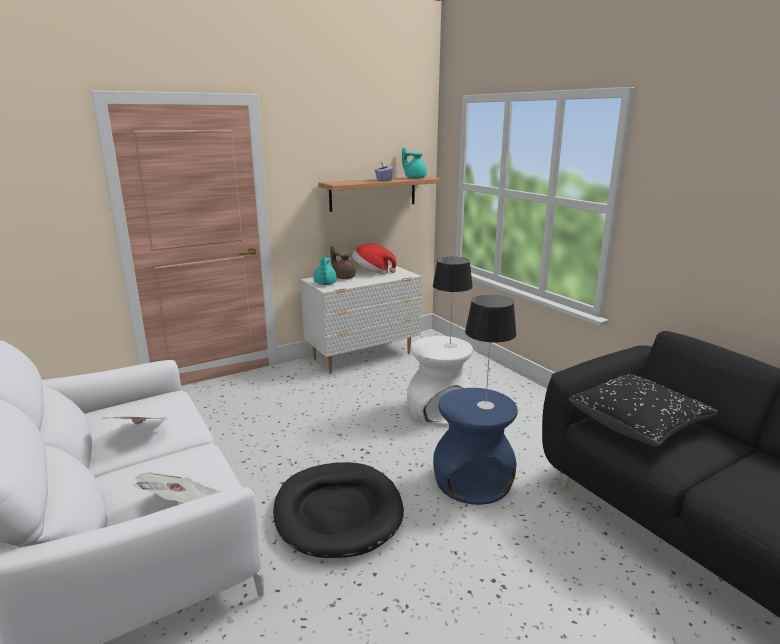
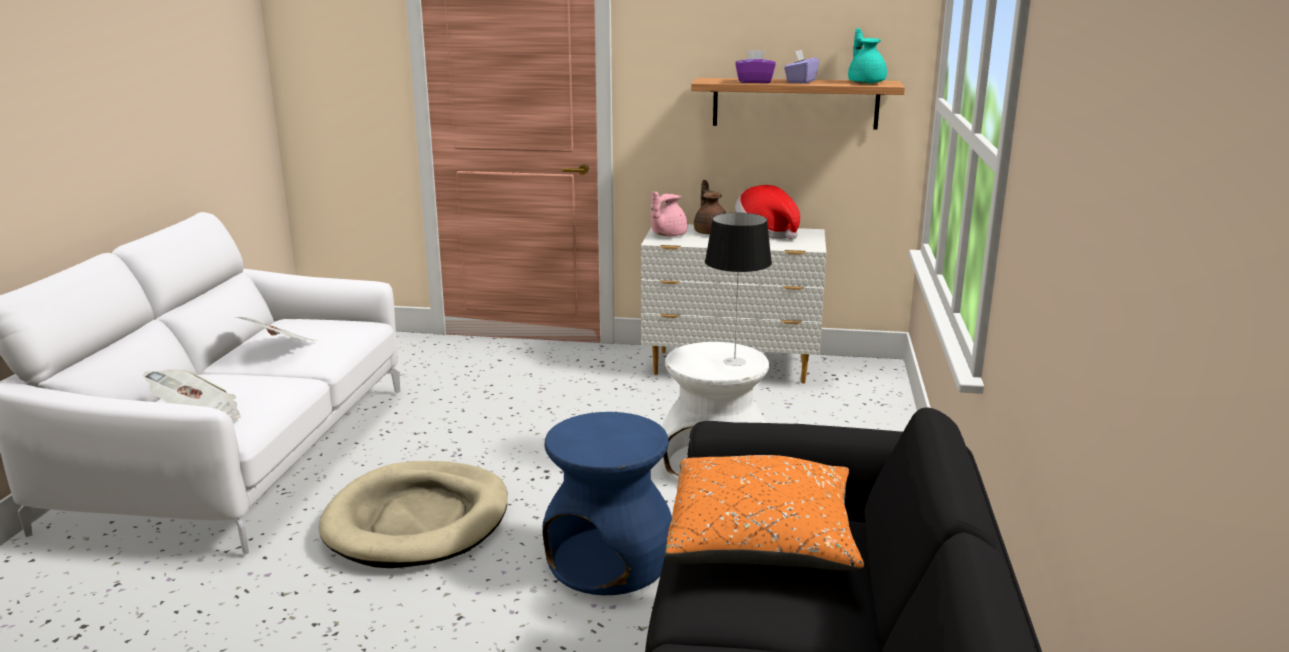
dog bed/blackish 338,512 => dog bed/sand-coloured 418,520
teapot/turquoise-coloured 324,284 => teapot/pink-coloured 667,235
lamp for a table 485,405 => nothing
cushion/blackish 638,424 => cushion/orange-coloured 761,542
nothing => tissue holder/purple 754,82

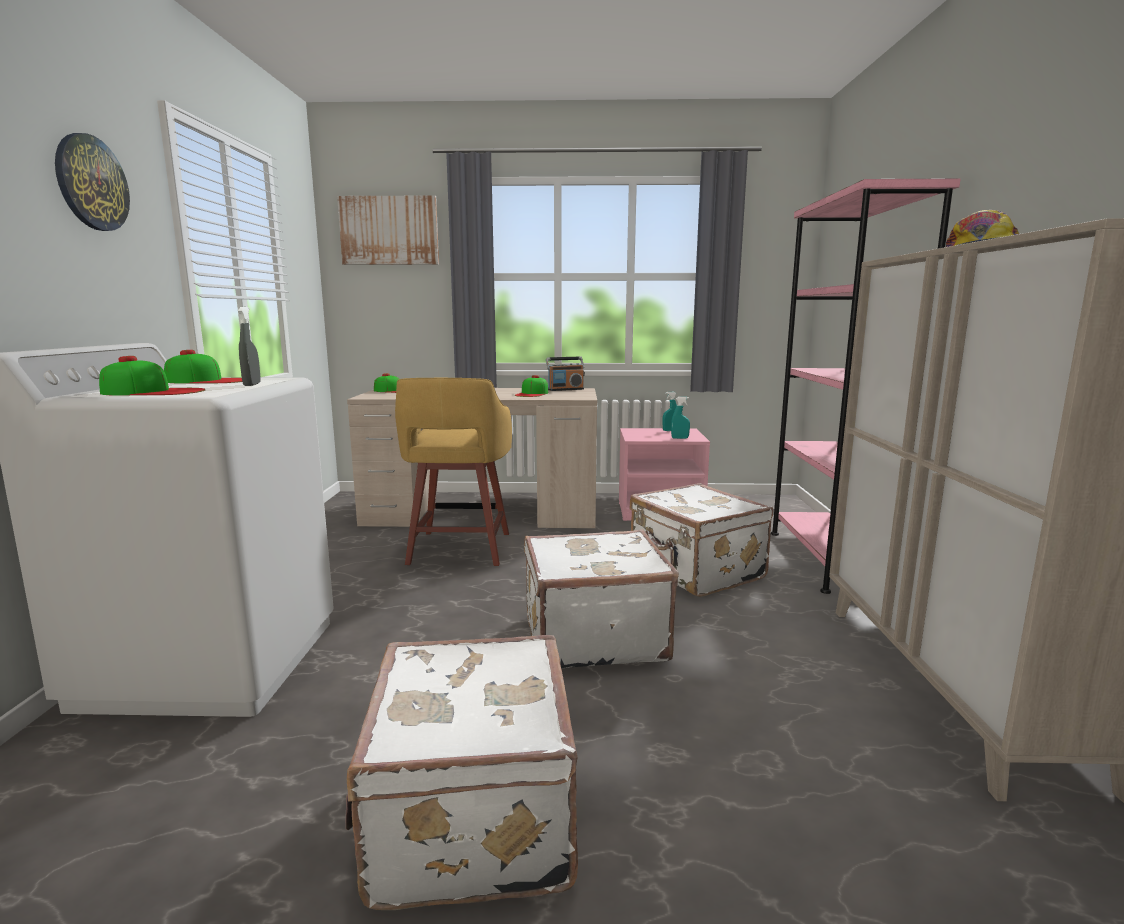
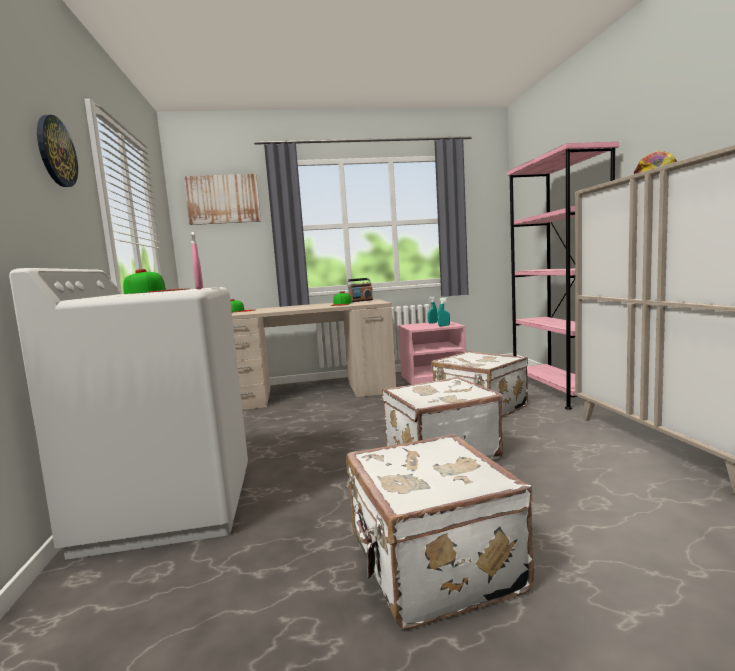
peaked cap 153,392 => nothing
hand sprayer/gray 252,384 => hand sprayer/pink-coloured 199,289
stool/yellow 458,550 => nothing

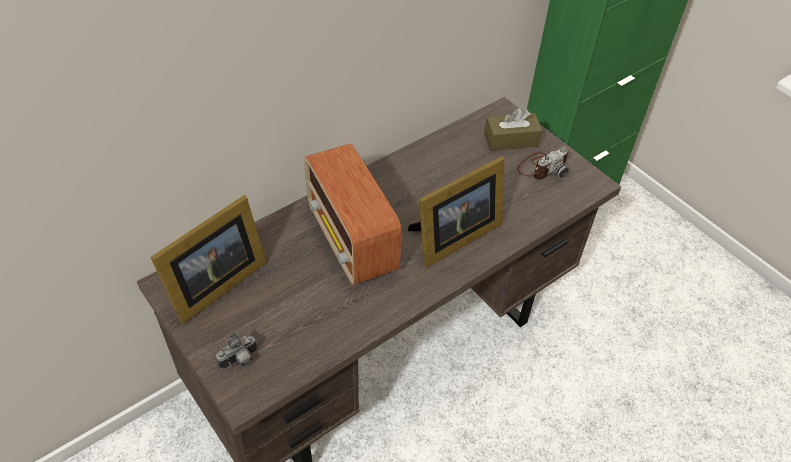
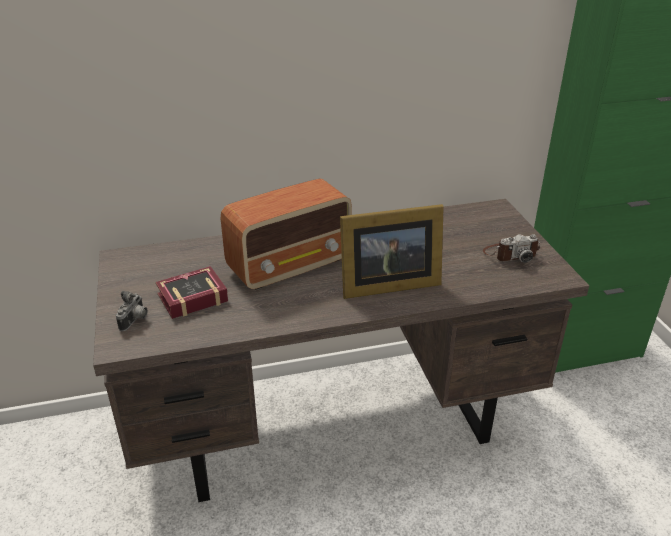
picture frame 213,286 => nothing
photo camera 240,361 => photo camera 135,321, 60 degrees counterclockwise
radio set 352,241 => radio set 291,265, 120 degrees counterclockwise
tissue holder/brownish 511,140 => nothing
nothing => bound book 189,298

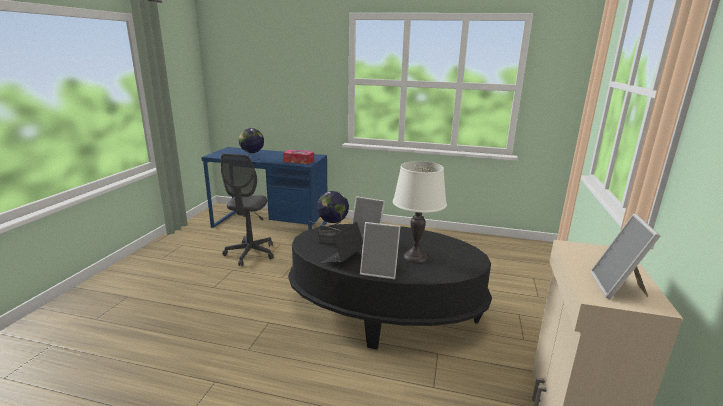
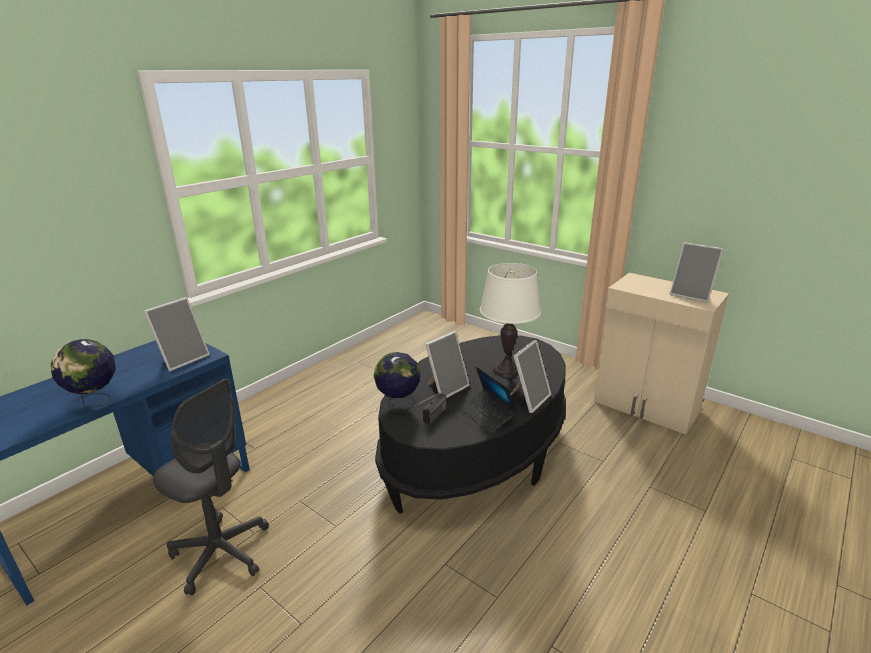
tissue holder 298,161 => picture frame 183,359

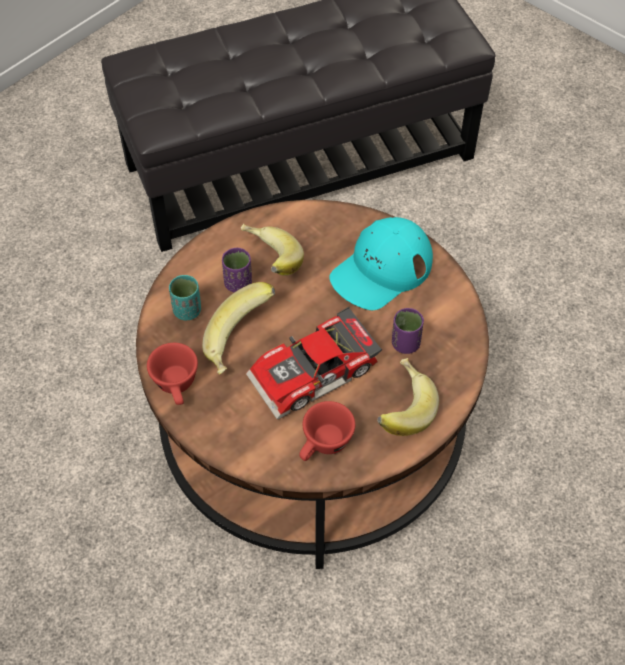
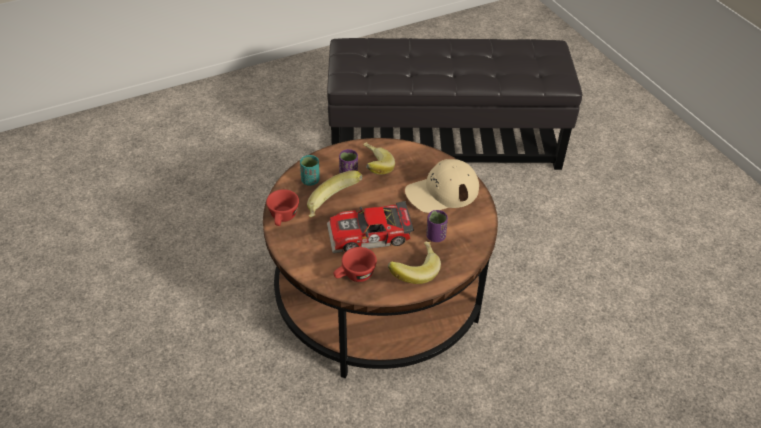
peaked cap/turquoise-coloured 381,269 => peaked cap/sand-coloured 442,192

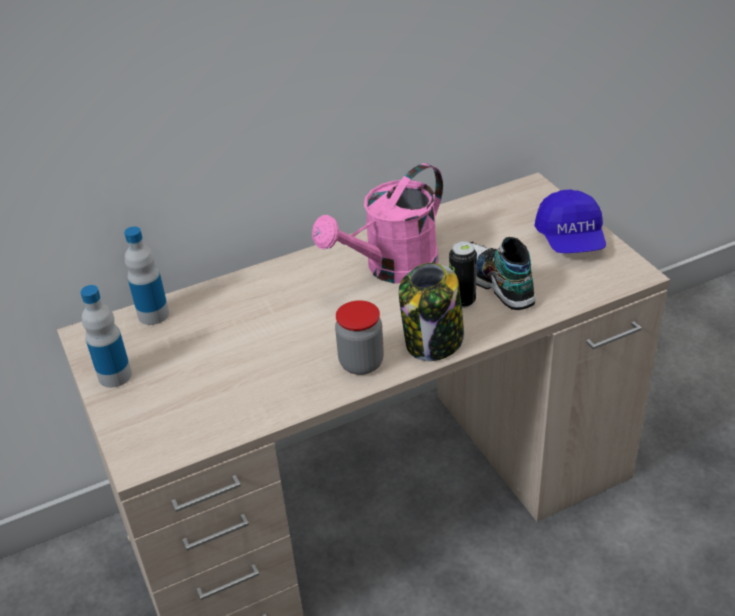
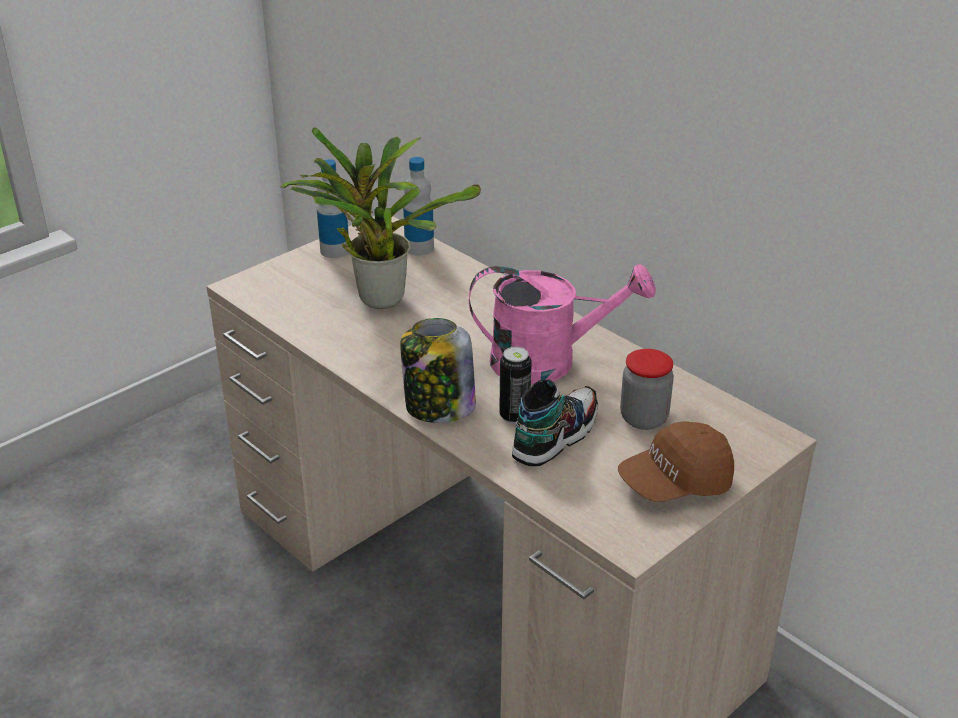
sprinkling can/pink-coloured 392,269 => sprinkling can/pink-coloured 549,361, 150 degrees clockwise
preserve jar 361,363 => preserve jar 643,418, move
peaked cap/bluish 570,239 => peaked cap/brownish 675,483
nothing => potted plant 377,296

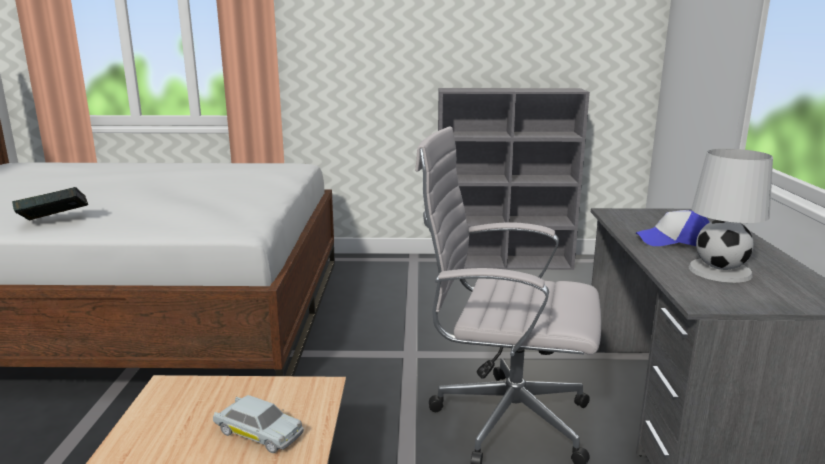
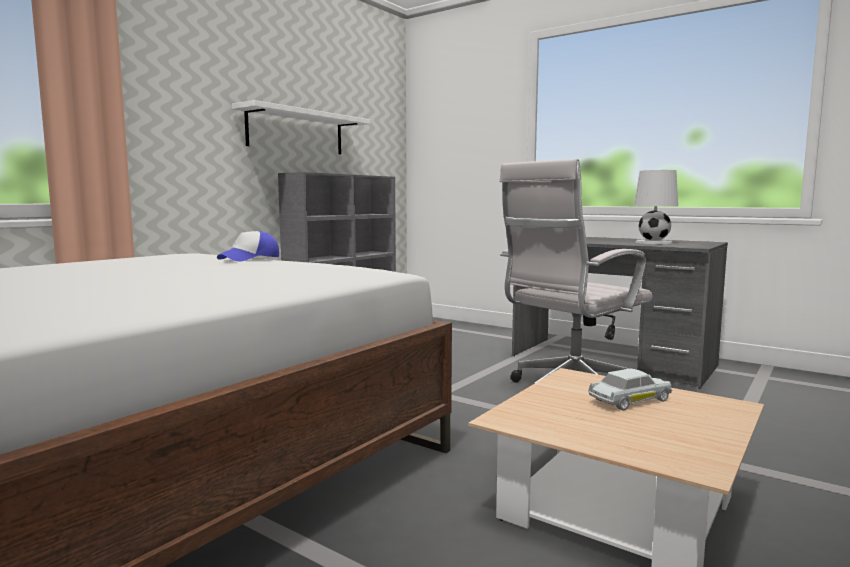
bound book 54,221 => nothing
peaked cap 674,241 => peaked cap 250,258, move
nothing => shelf/white 296,132

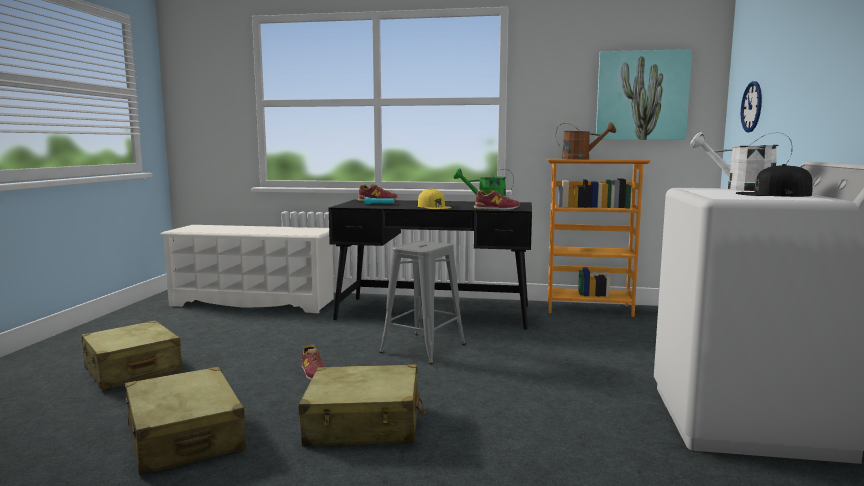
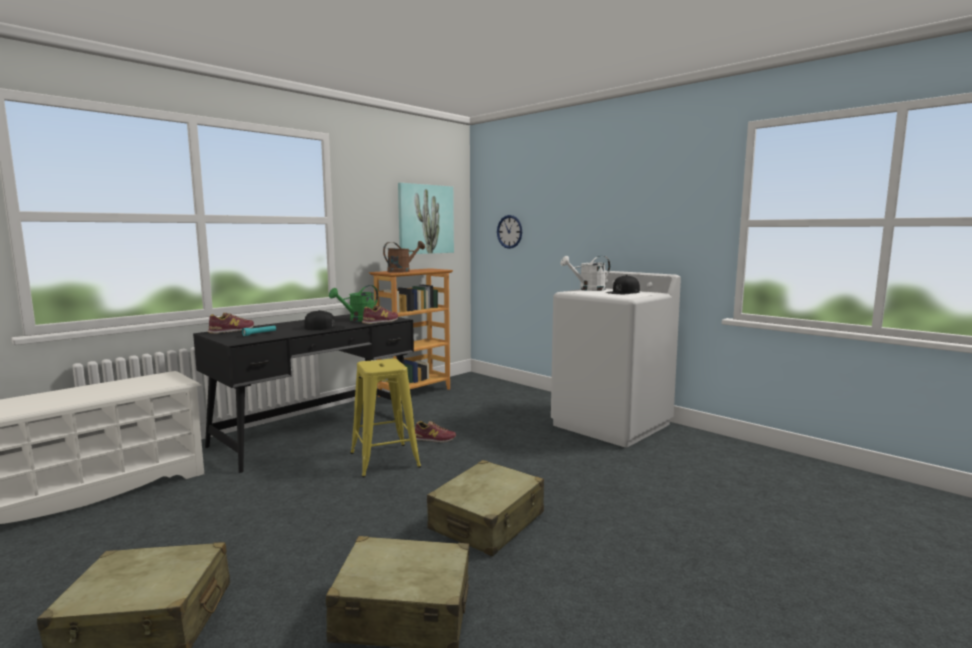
low shoe 314,372 => low shoe 434,439, move
stool/gray 423,348 => stool/yellow 384,460
peaked cap/yellow 434,206 => peaked cap/blackish 324,328

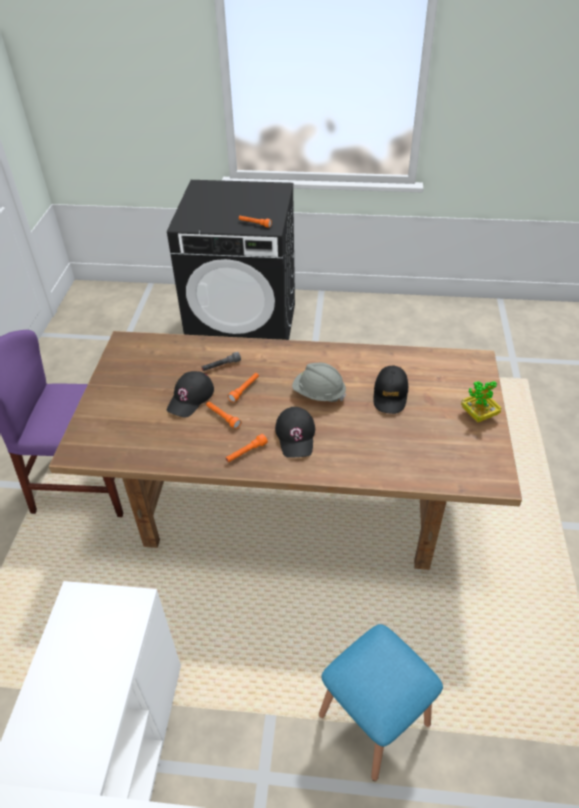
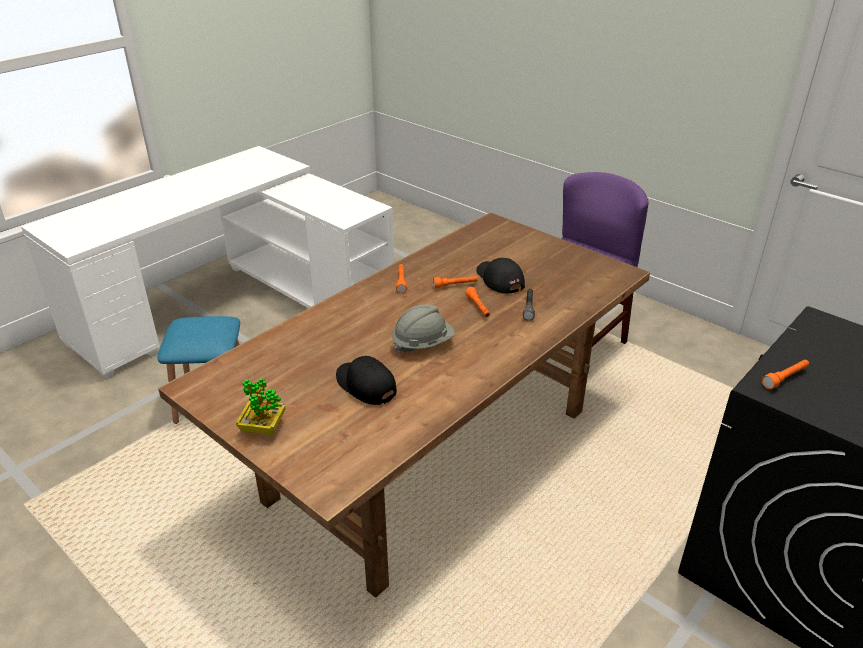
peaked cap/blackish 296,436 => nothing

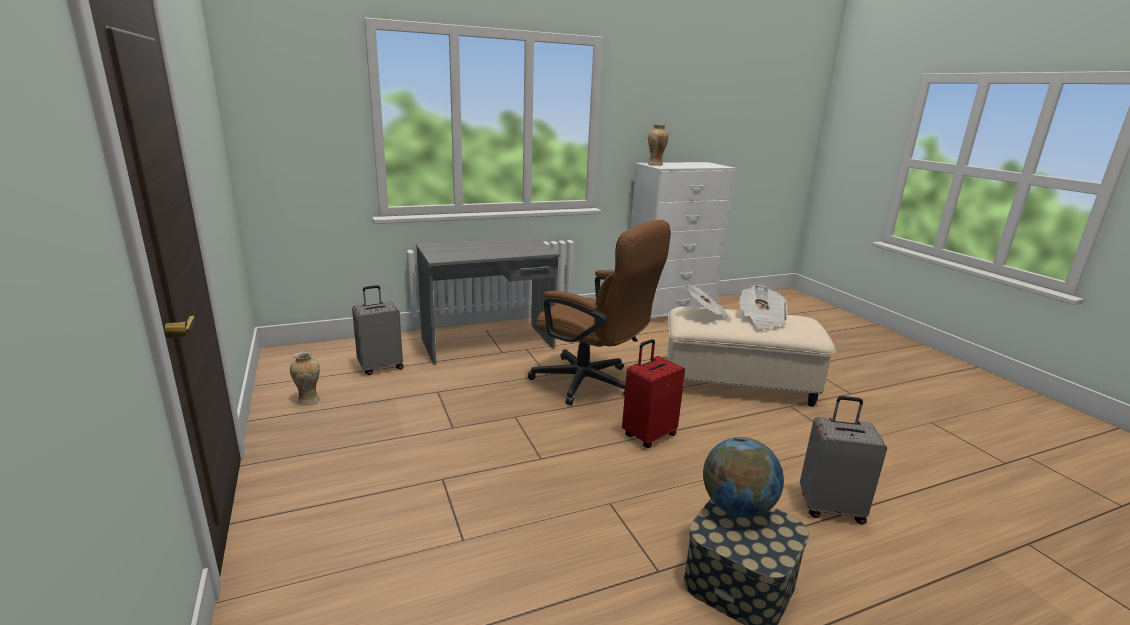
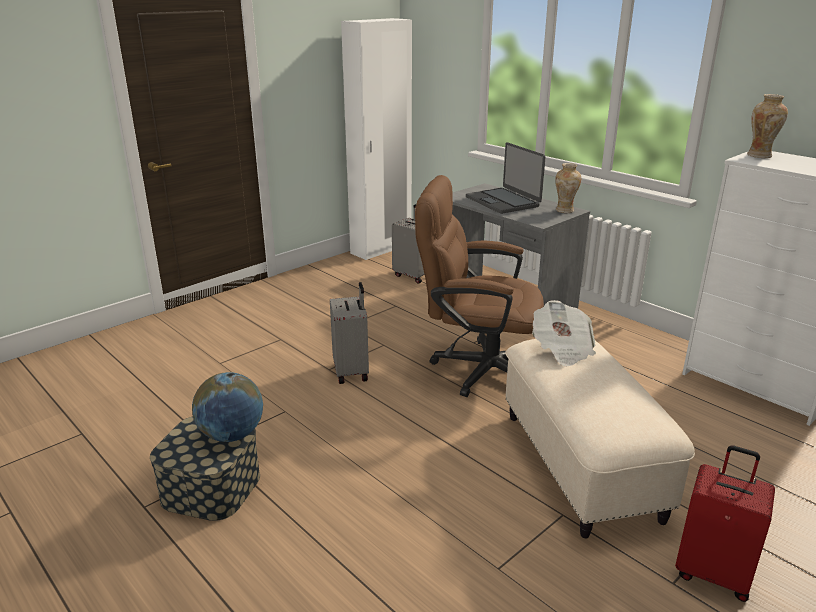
decorative vase 309,400 => decorative vase 564,210, move
computer chair/brownish 592,384 => computer chair/brownish 477,368, 90 degrees clockwise
piece of luggage/red 648,435 => piece of luggage/red 713,573, move
printed paper 761,320 => nothing
piece of luggage/gray 830,508 => piece of luggage/gray 352,371, move
nothing => clothes cupboard/white 381,249
nothing => portable computer 503,201

